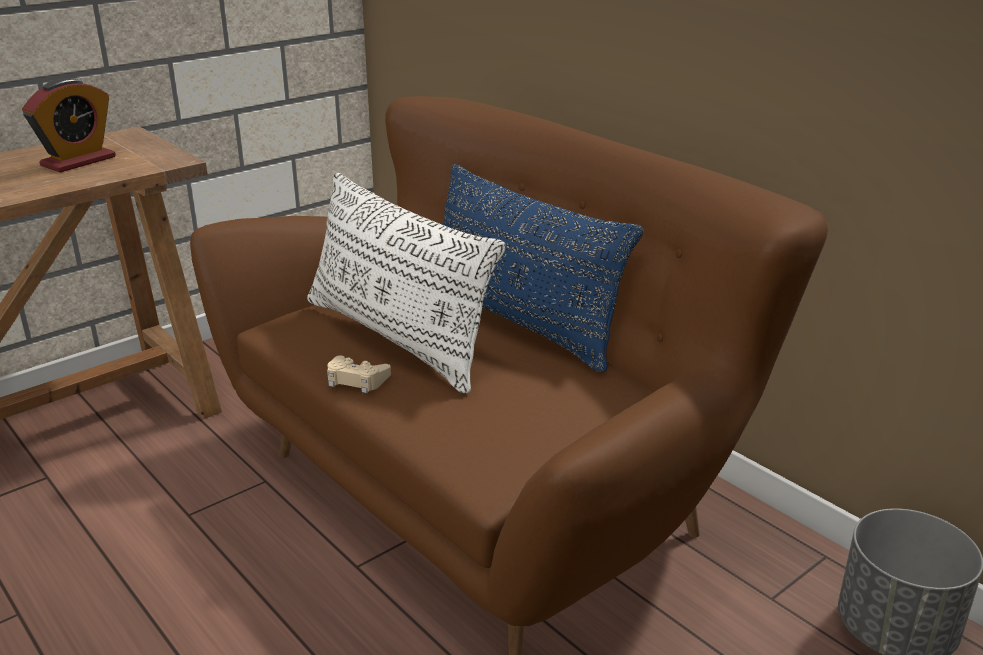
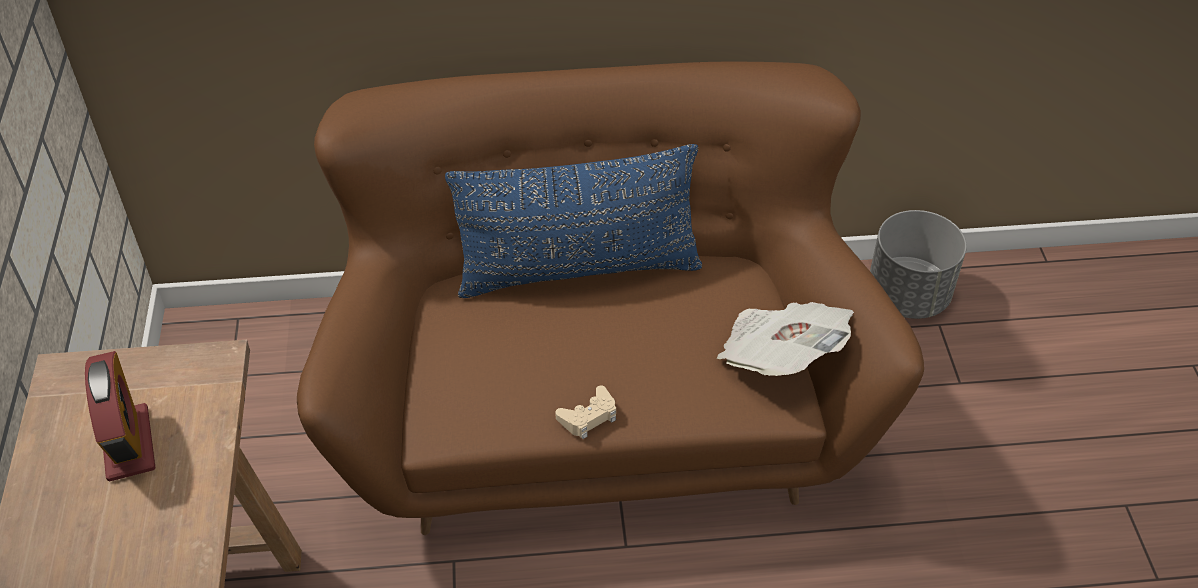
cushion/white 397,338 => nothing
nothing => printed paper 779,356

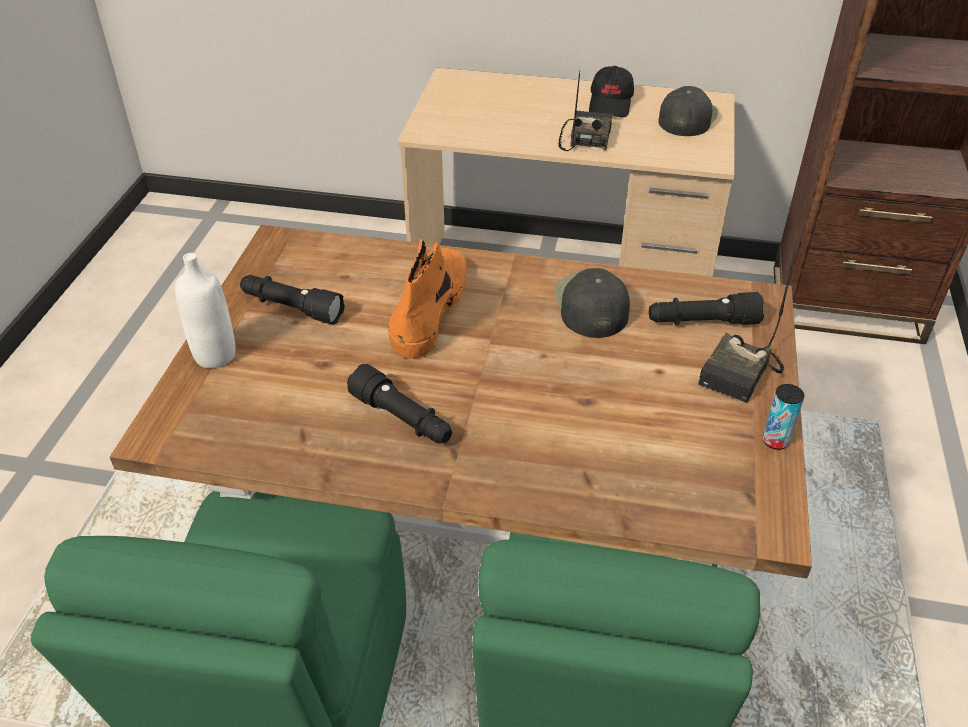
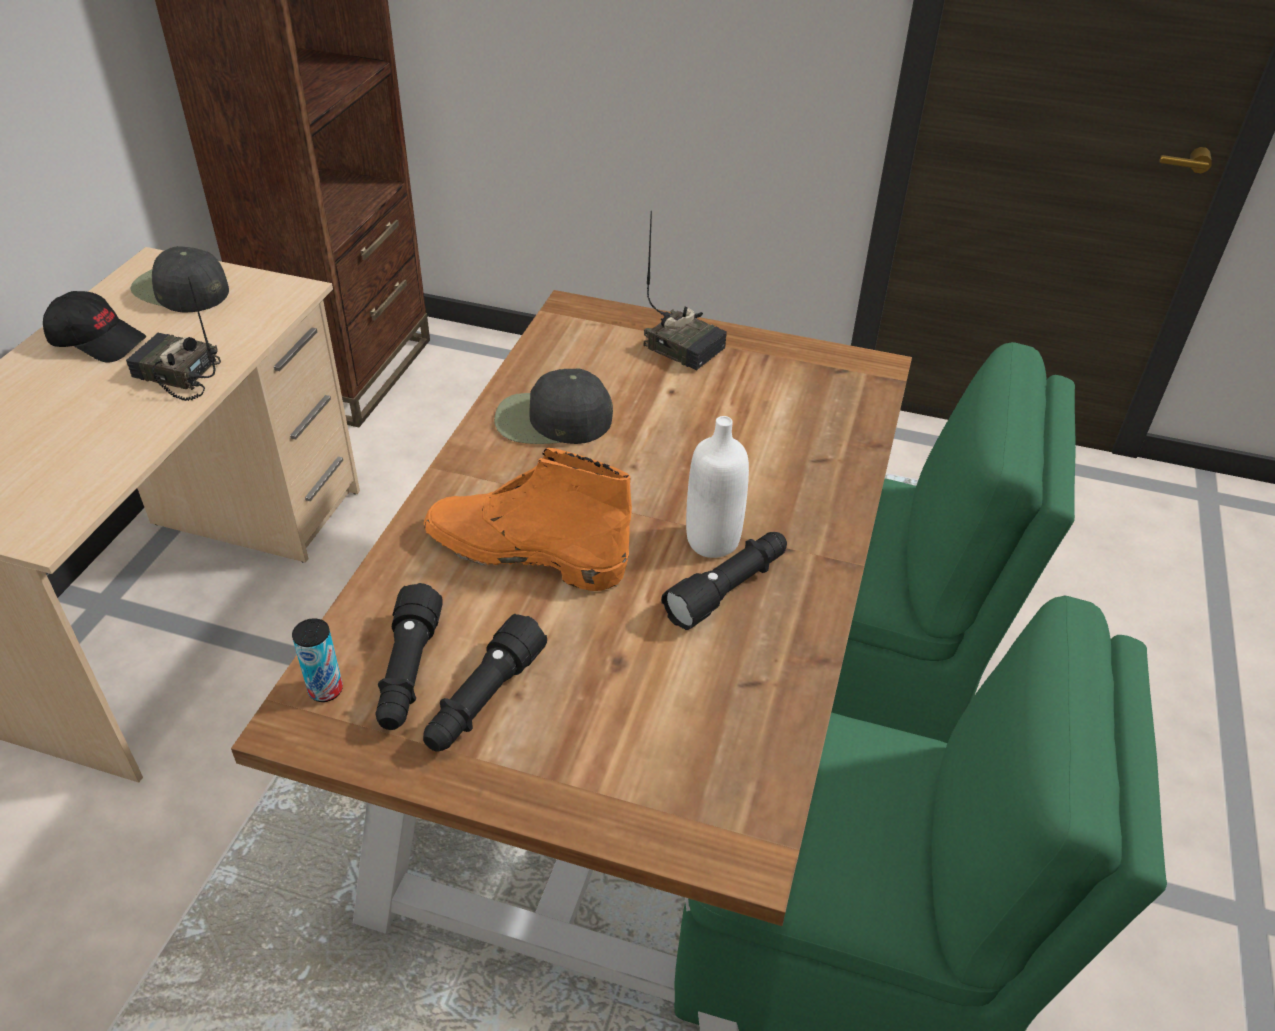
drink bottle/white 215,355 => drink bottle/white 712,541, move
flashlight/blackish 702,322 => flashlight/blackish 408,672, move
metal can 775,441 => metal can 325,690, move

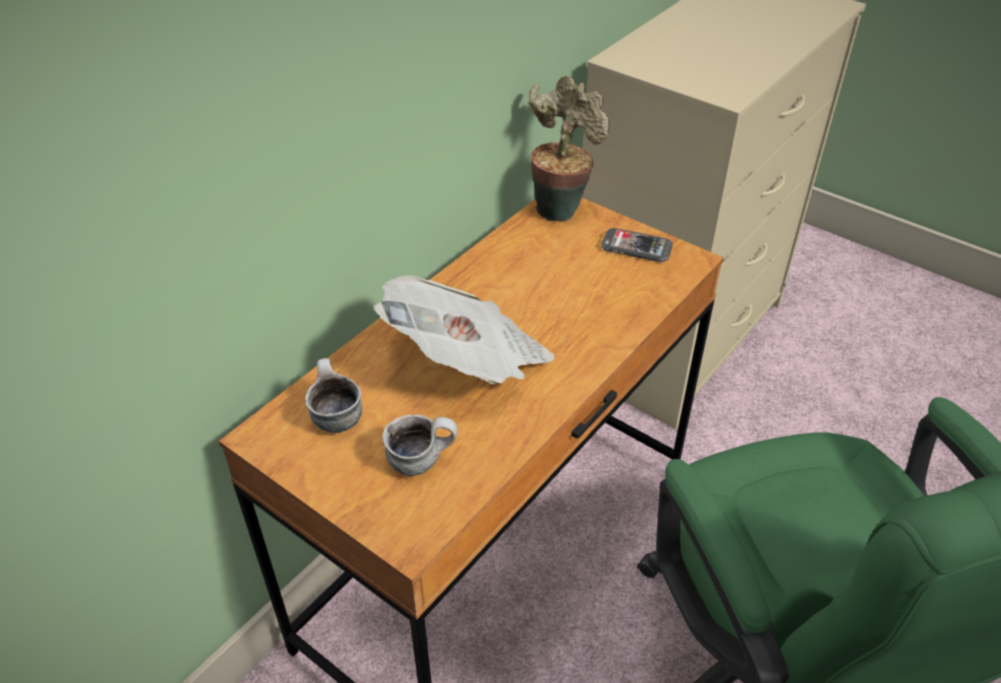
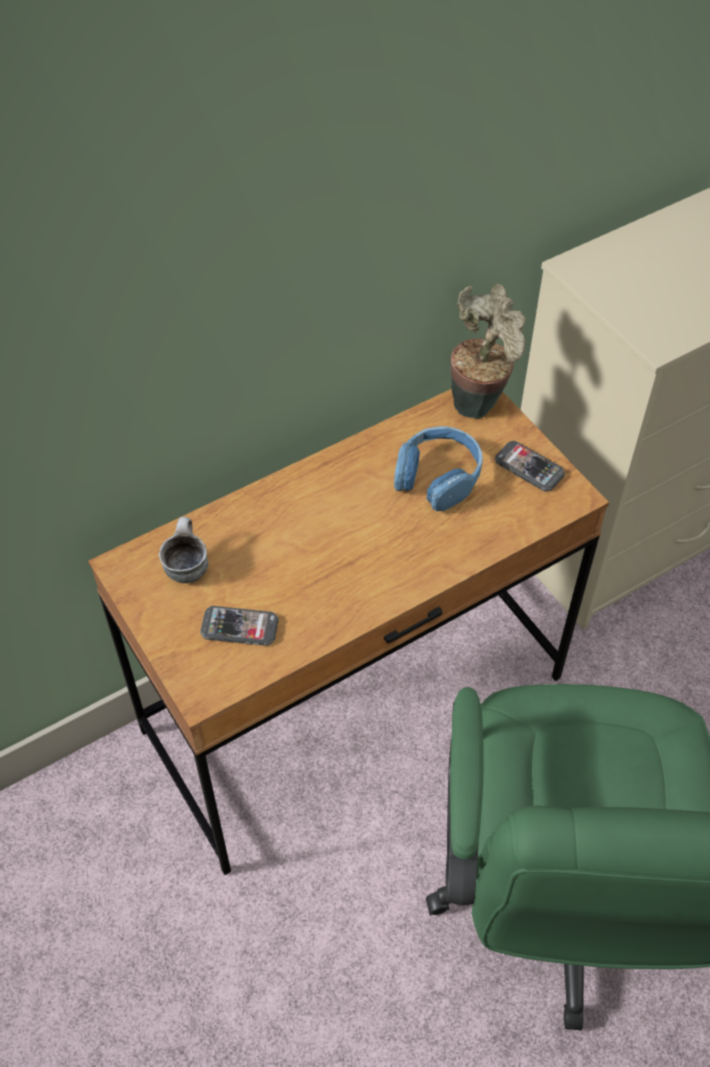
printed paper 468,362 => nothing
mug 422,459 => telephone 239,627
nothing => pair of headphones/bluish 438,477

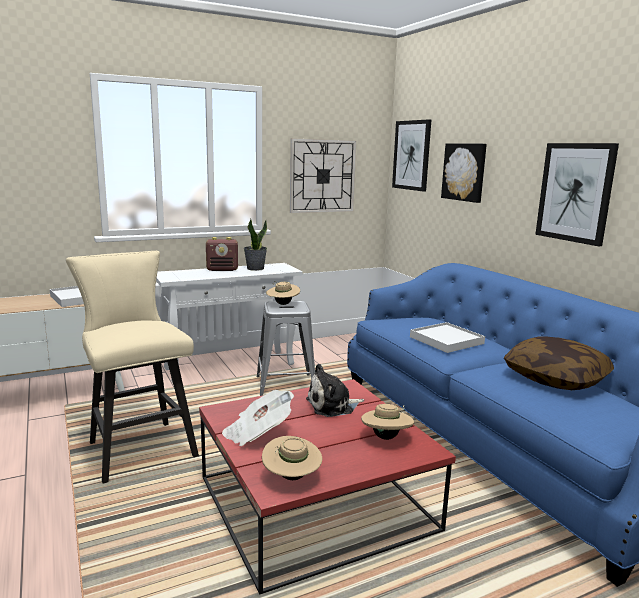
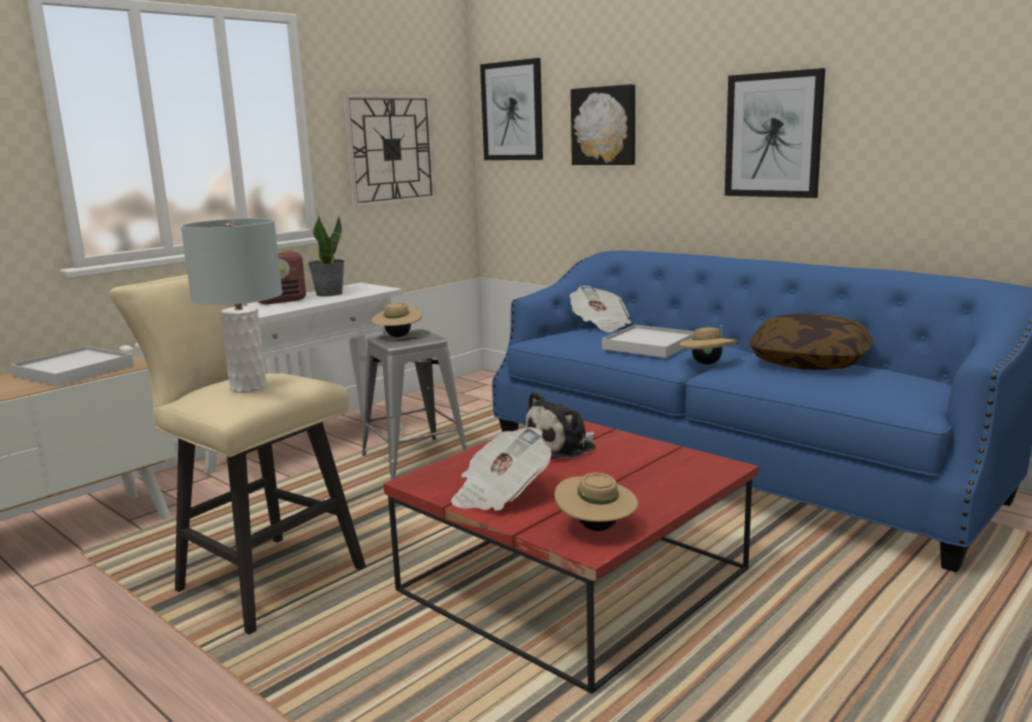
hat/sand-coloured 386,437 => hat/sand-coloured 707,363, move
nothing => lamp for a table/gray 248,388
nothing => printed paper 600,325

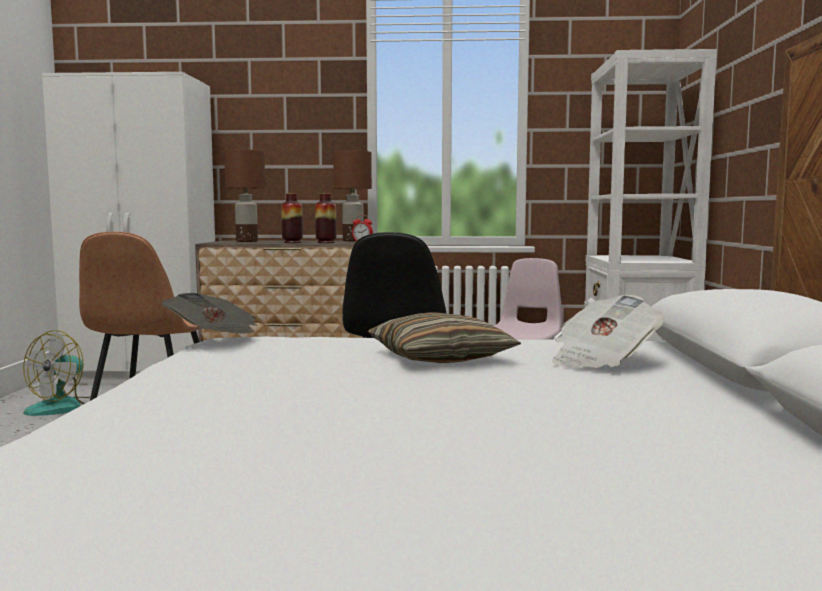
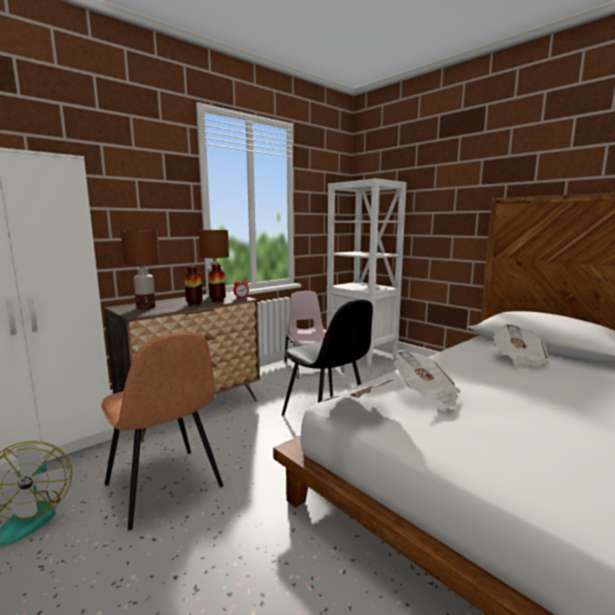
cushion 440,358 => nothing
nothing => printed paper 426,395

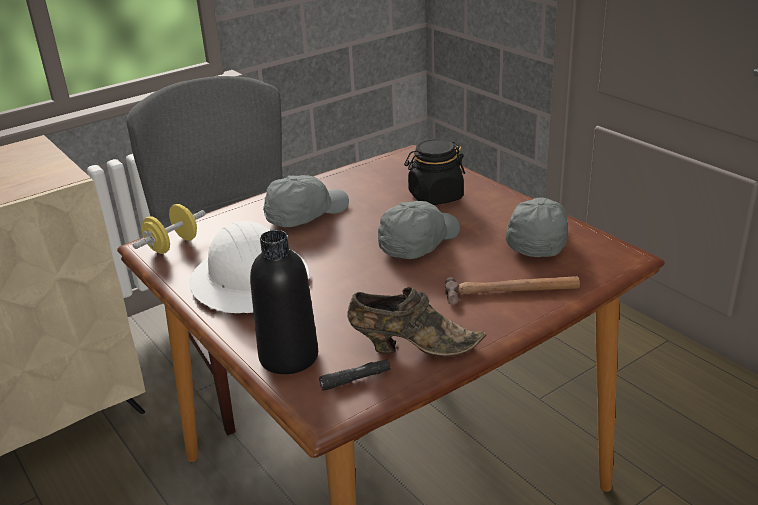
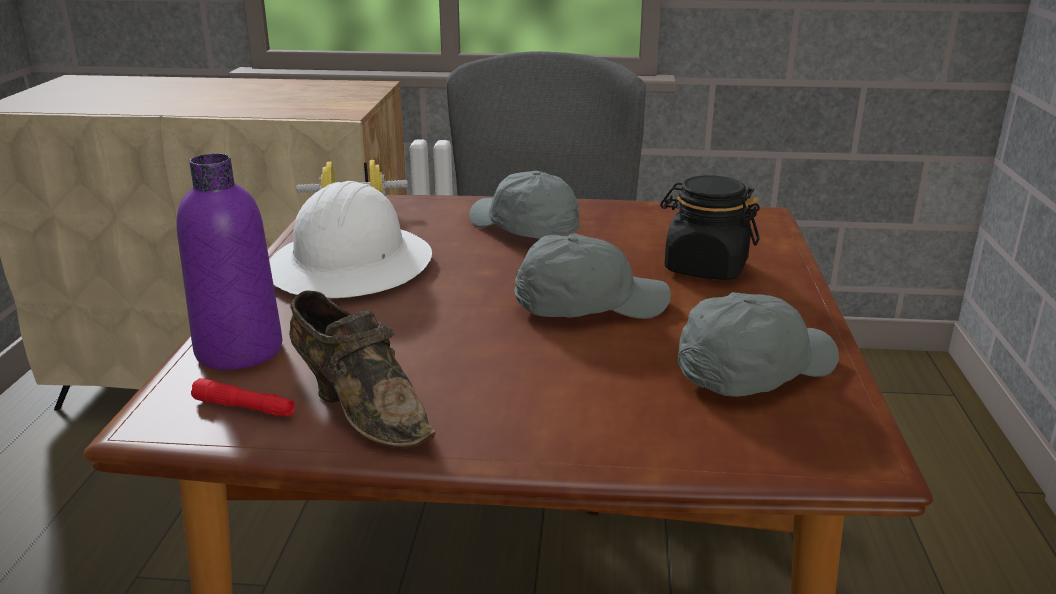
drink bottle/blackish 289,357 => drink bottle/purple 239,350
peaked cap/gray 305,214 => peaked cap/gray 523,229, 135 degrees counterclockwise
flashlight/blackish 355,379 => flashlight/red 245,407
tool hammer 512,291 => nothing

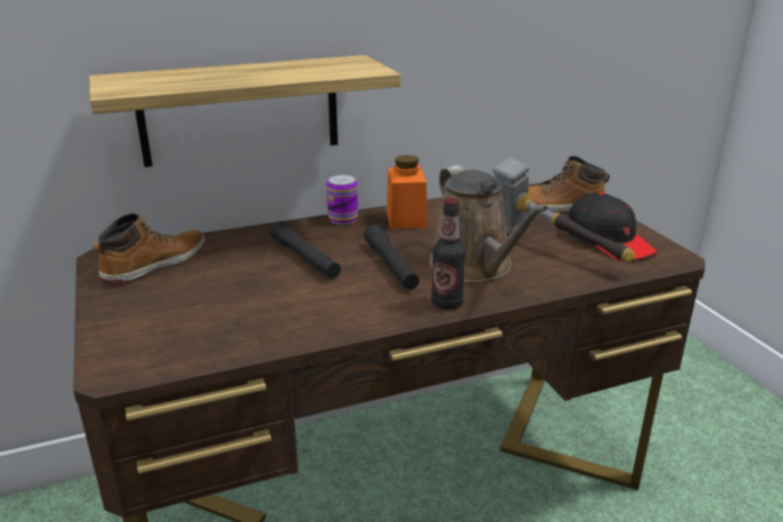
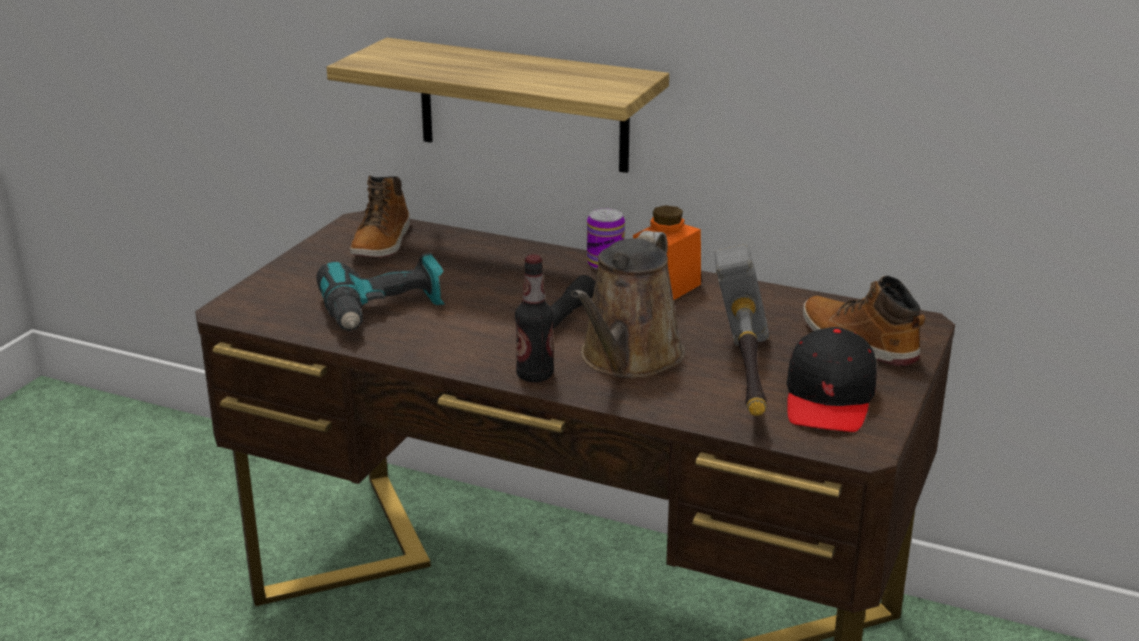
tall boot 154,265 => tall boot 382,242, 105 degrees clockwise
flashlight/blackish 305,258 => nothing
nothing => drill 384,311

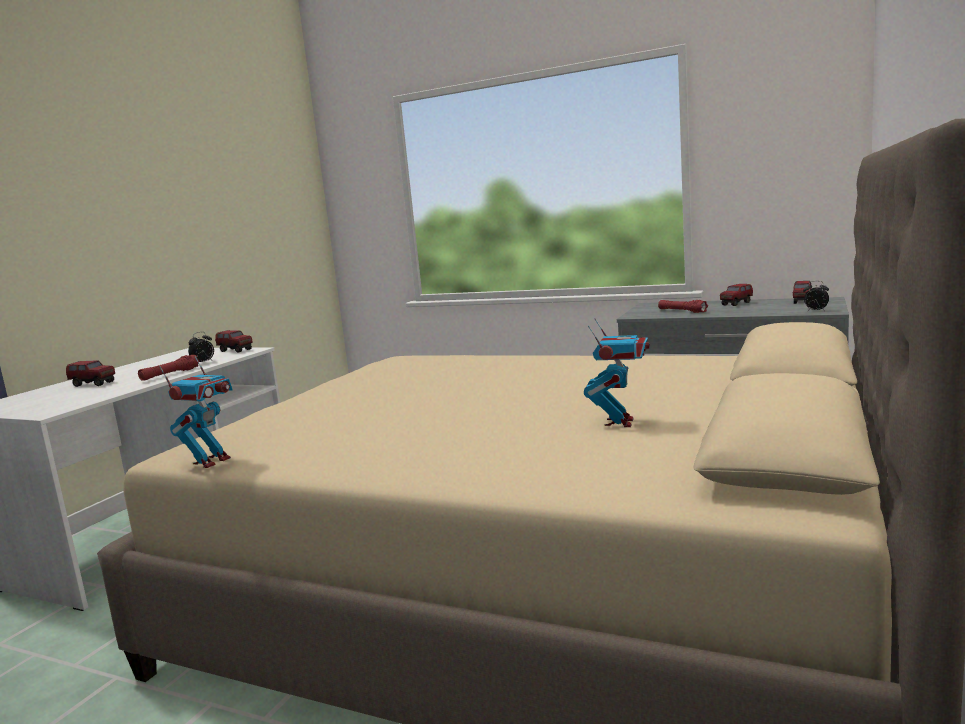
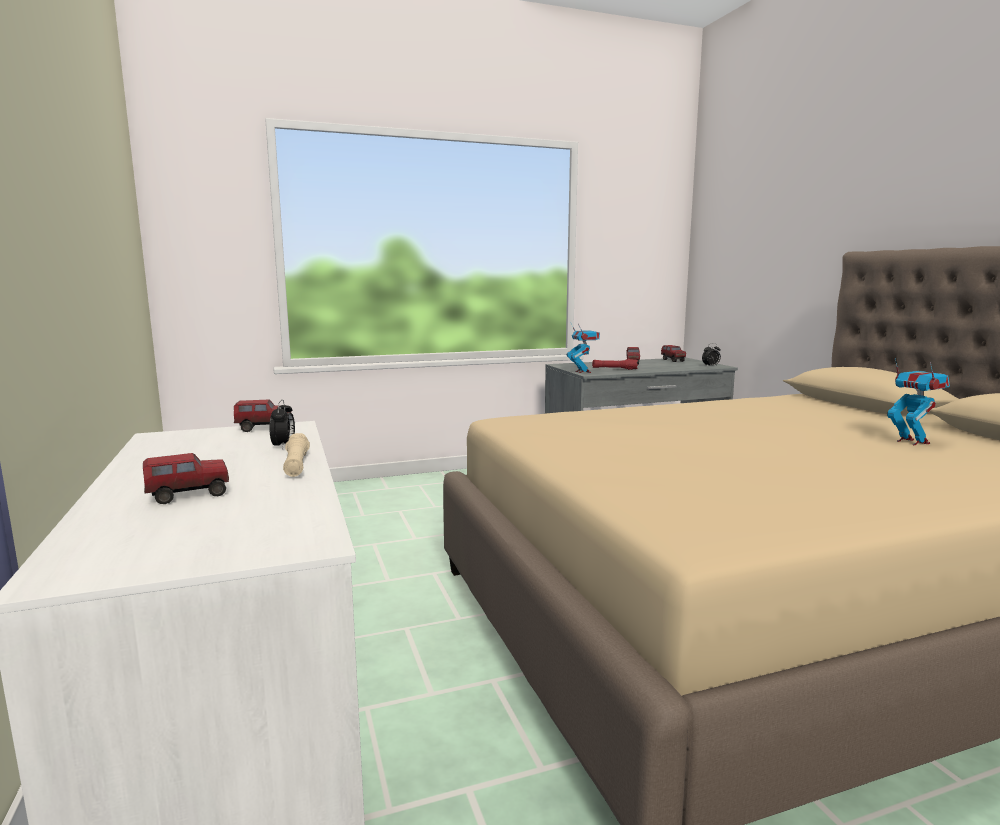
flashlight/red 170,374 => flashlight/sand-coloured 296,465
robot figure 211,461 => robot figure 582,372, move

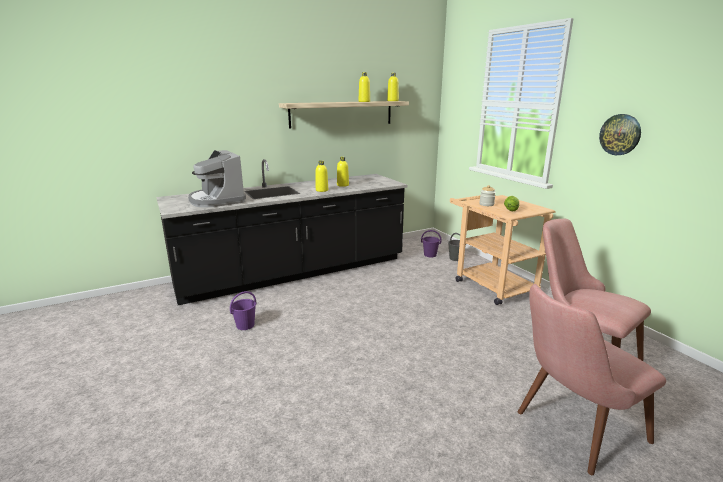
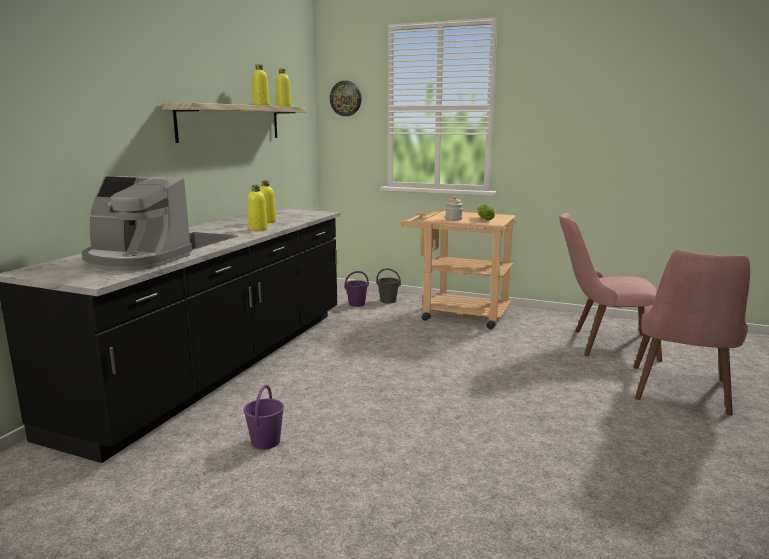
hanging clock 620,134 => hanging clock 346,98, move

